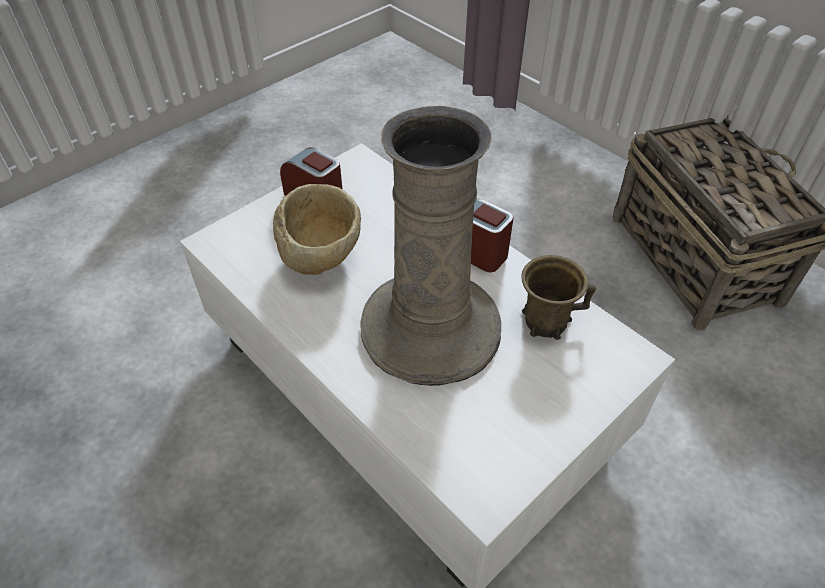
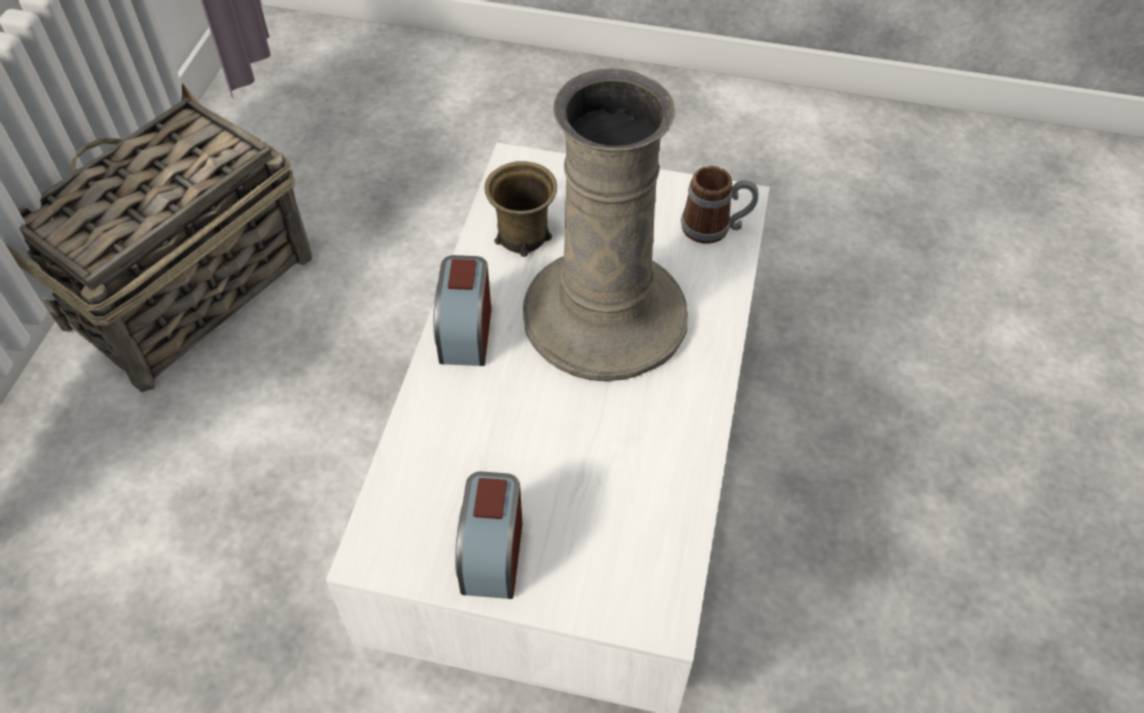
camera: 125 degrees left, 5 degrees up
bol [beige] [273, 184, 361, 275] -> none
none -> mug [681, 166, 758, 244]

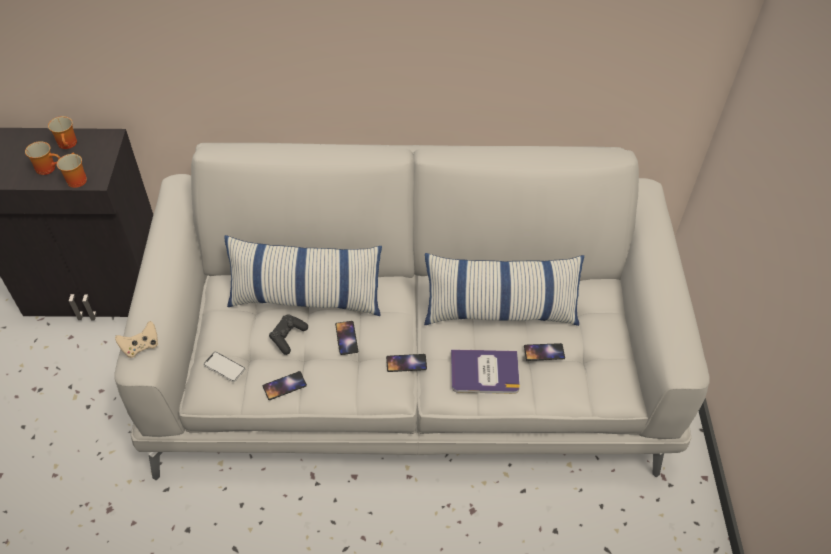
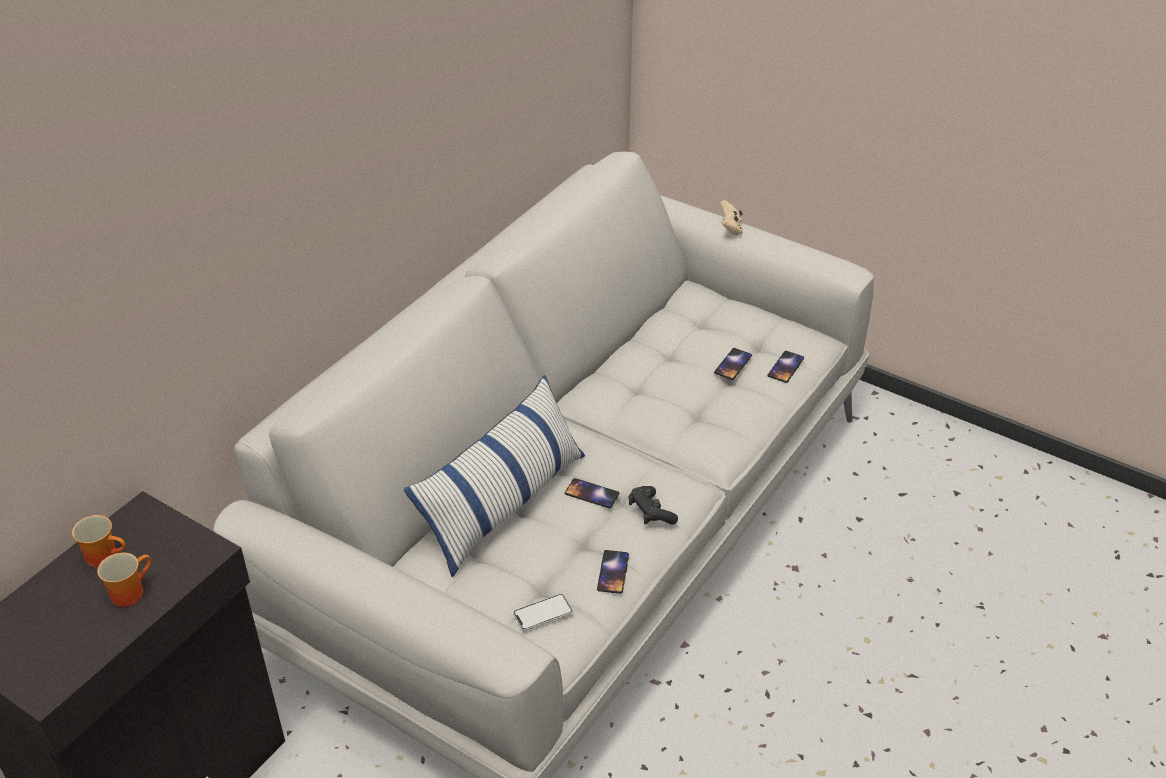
camera: 55 degrees left, 10 degrees down
mug [57, 153, 87, 188] -> none
manette [beige] [115, 321, 158, 358] -> manette [beige] [720, 200, 743, 236], relocated
manette [noir] [269, 315, 308, 355] -> manette [noir] [629, 486, 678, 525], relocated
téléphone [386, 354, 427, 372] -> téléphone [768, 351, 804, 383], relocated
coussin [424, 253, 584, 326] -> none
livre [451, 349, 520, 394] -> none

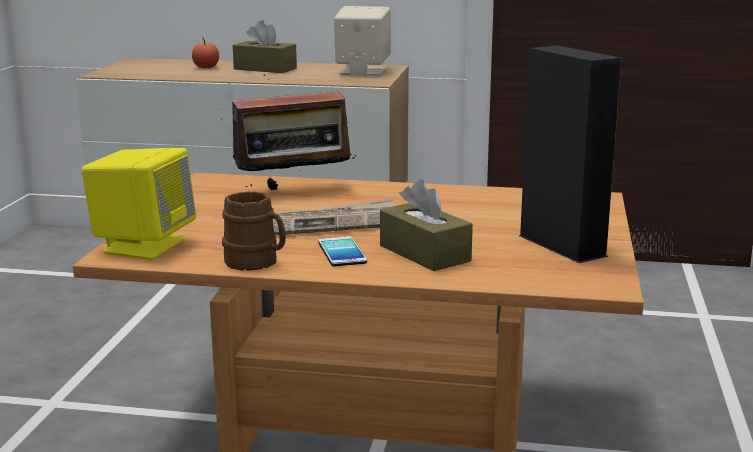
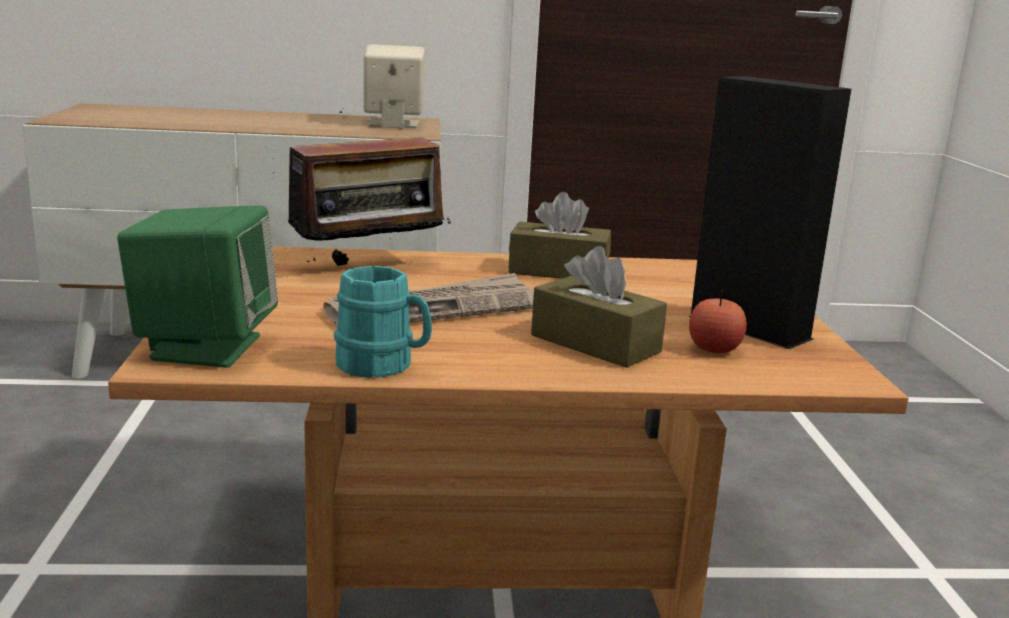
camera: 15 degrees left, 0 degrees up
enceinte [jaune] [82, 148, 196, 260] -> enceinte [vert] [117, 206, 278, 368]
pomme [192, 37, 219, 68] -> pomme [689, 290, 747, 353], relocated
mug [marron] [222, 191, 286, 271] -> mug [turquoise] [334, 266, 432, 378]
boîte à mouchoirs [marron] [233, 20, 297, 73] -> boîte à mouchoirs [marron] [508, 192, 611, 279], relocated
téléphone [318, 236, 367, 266] -> none

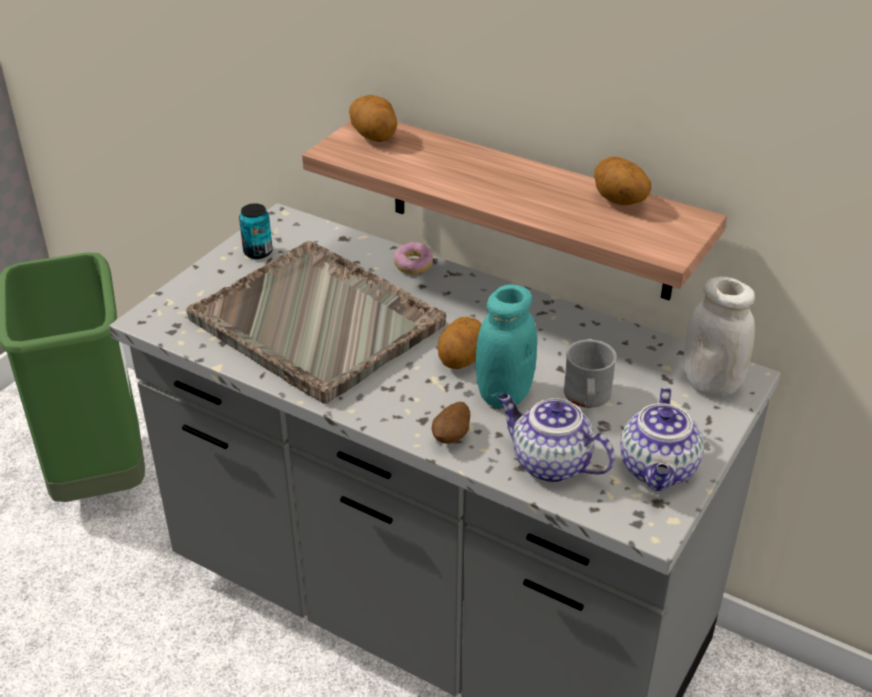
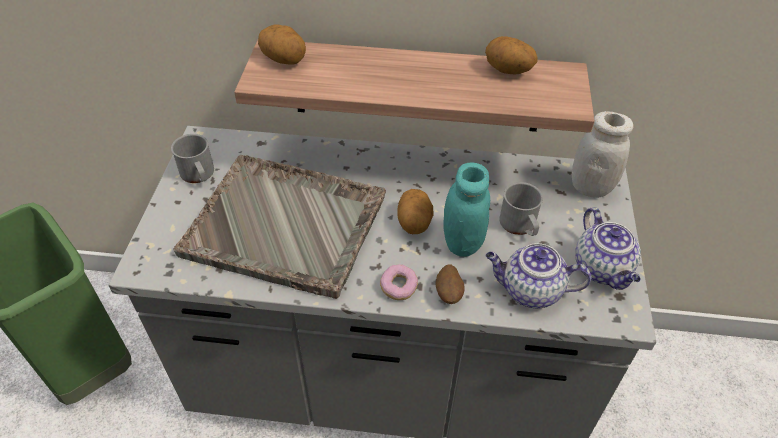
camera: 25 degrees left, 10 degrees up
boîte métallique [239, 203, 273, 259] -> mug [gris] [171, 134, 214, 183]
beignet [394, 242, 433, 274] -> beignet [380, 264, 418, 300], relocated

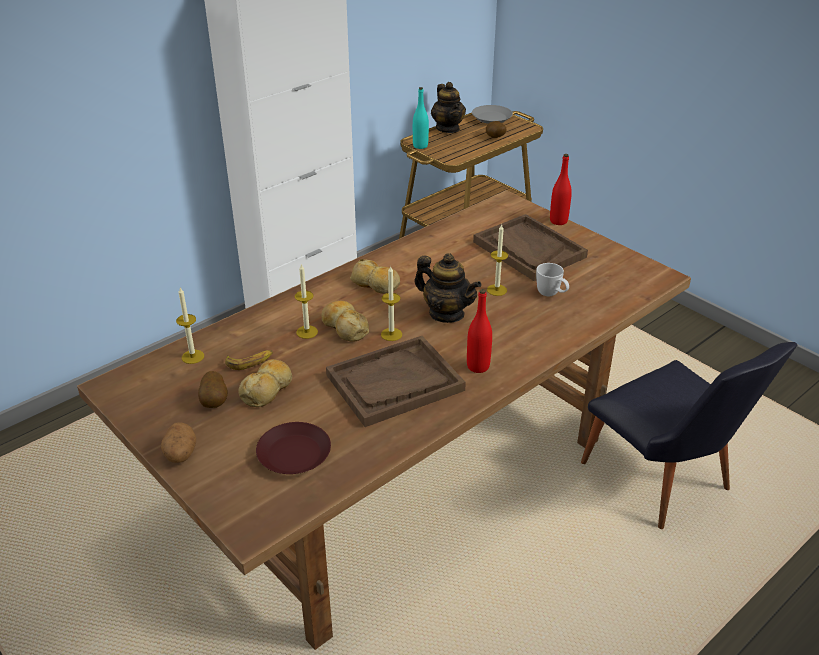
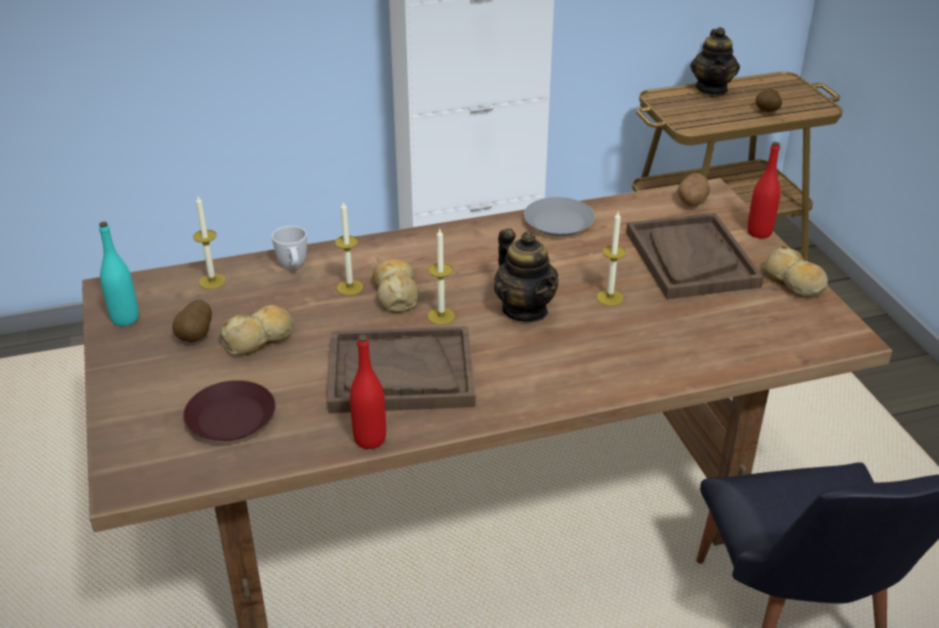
camera: 25 degrees right, 0 degrees up
pomme de terre [161, 422, 196, 463] -> pomme de terre [677, 173, 710, 206], relocated
banane [225, 350, 273, 370] -> none
pain [350, 259, 400, 294] -> pain [762, 246, 828, 298], relocated
bouteille [turquoise] [413, 87, 429, 149] -> bouteille [turquoise] [99, 222, 139, 326], relocated
bouteille [rouge] [467, 289, 492, 373] -> bouteille [rouge] [350, 335, 386, 449], relocated
assiette [gris] [472, 105, 513, 124] -> assiette [gris] [524, 197, 595, 237], relocated
mug [blanc] [536, 263, 569, 296] -> mug [blanc] [272, 226, 307, 269], relocated

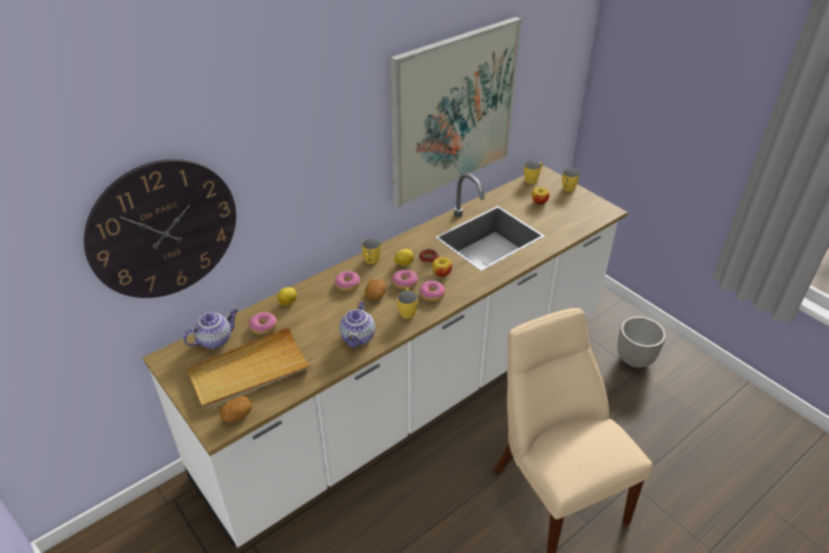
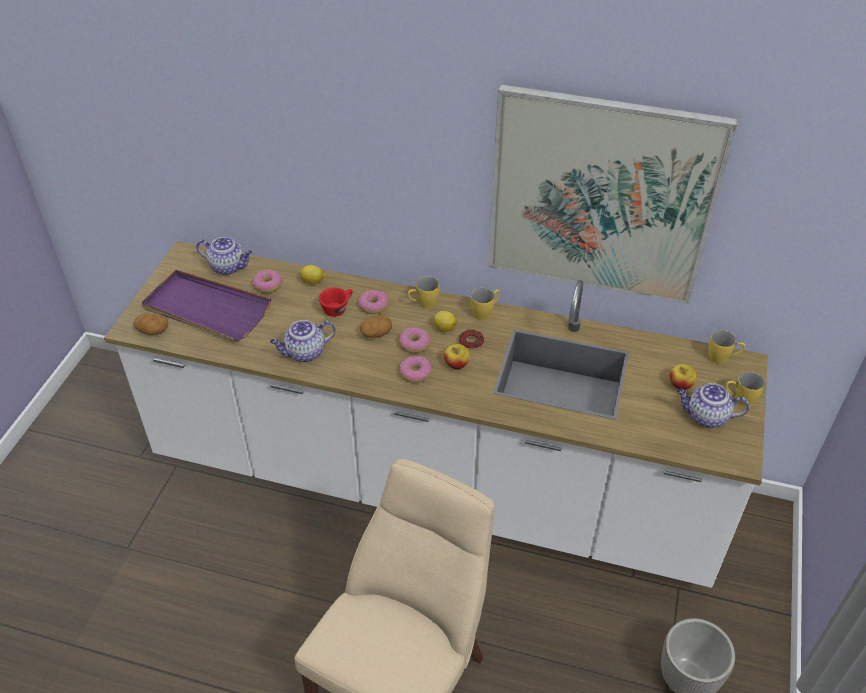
camera: 55 degrees right, 5 degrees up
horloge murale [84, 159, 236, 298] -> none
plateau [beige] [187, 327, 312, 410] -> plateau [violet] [142, 270, 271, 341]
mug [jaune] [397, 288, 418, 319] -> mug [jaune] [471, 288, 500, 320], relocated
none -> tasse [rouge] [319, 287, 352, 317]
none -> théière [677, 383, 750, 428]

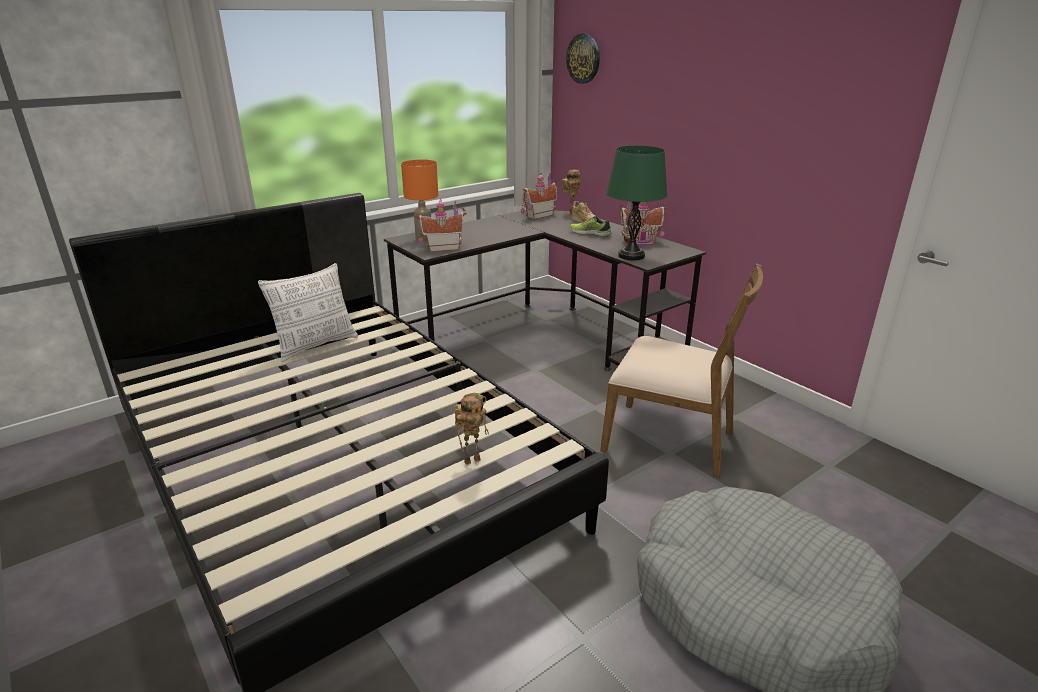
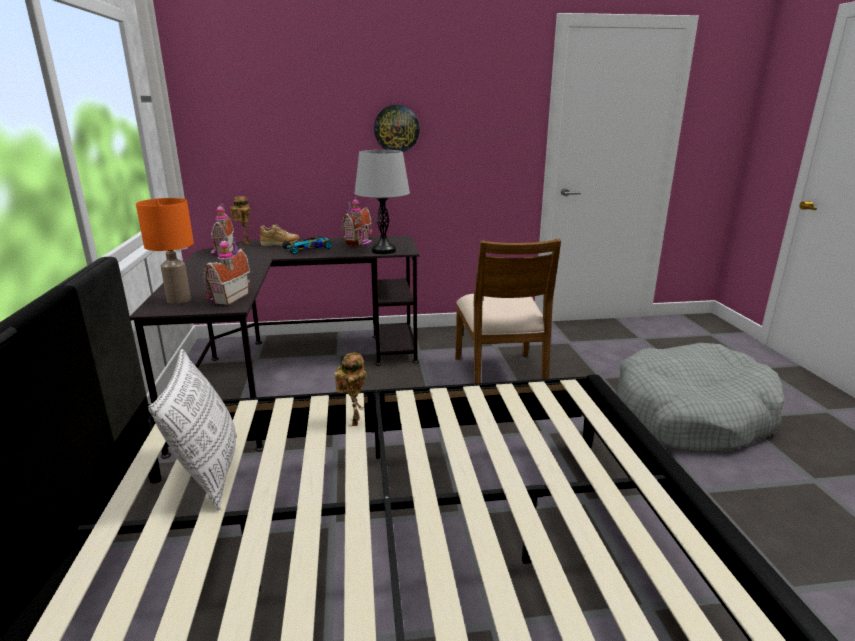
camera: 60 degrees left, 5 degrees down
robot jouet [454, 393, 489, 465] -> robot jouet [335, 352, 367, 426], relocated
horloge murale [566, 34, 600, 84] -> horloge murale [374, 105, 420, 152], relocated
chaussure [570, 216, 612, 236] -> petite voiture [282, 236, 332, 254]
chaise [marron] [600, 263, 763, 478] -> chaise [marron] [455, 239, 561, 384], 120 degrees clockwise
lampe de table [vert] [606, 145, 667, 261] -> lampe de table [gris] [354, 150, 410, 254]

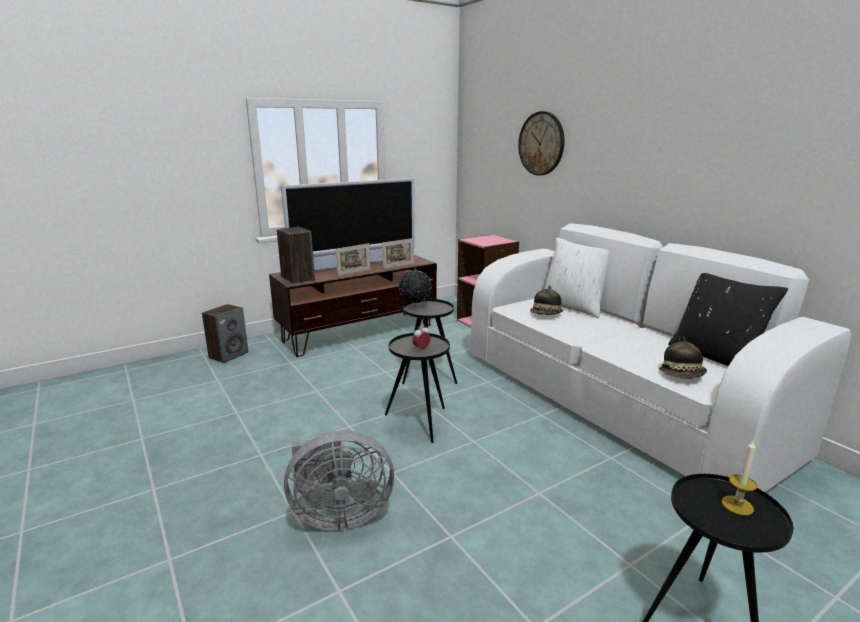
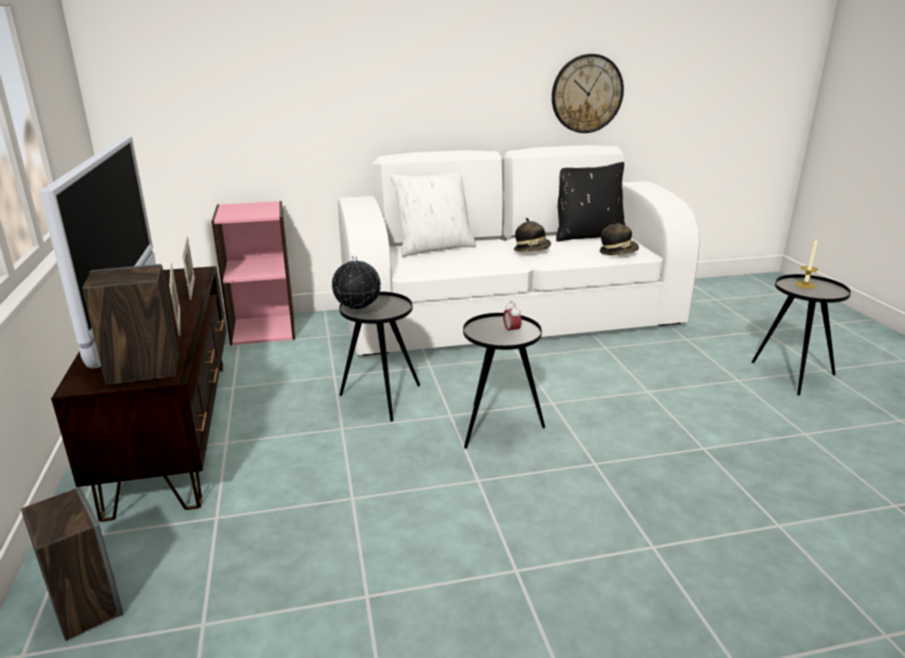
camera: 70 degrees left, 5 degrees up
ventilateur [gris] [284, 430, 394, 530] -> none
horloge murale [518, 111, 564, 176] -> horloge murale [552, 54, 624, 133], relocated
chapeau [530, 285, 563, 315] -> chapeau [514, 218, 551, 252], relocated

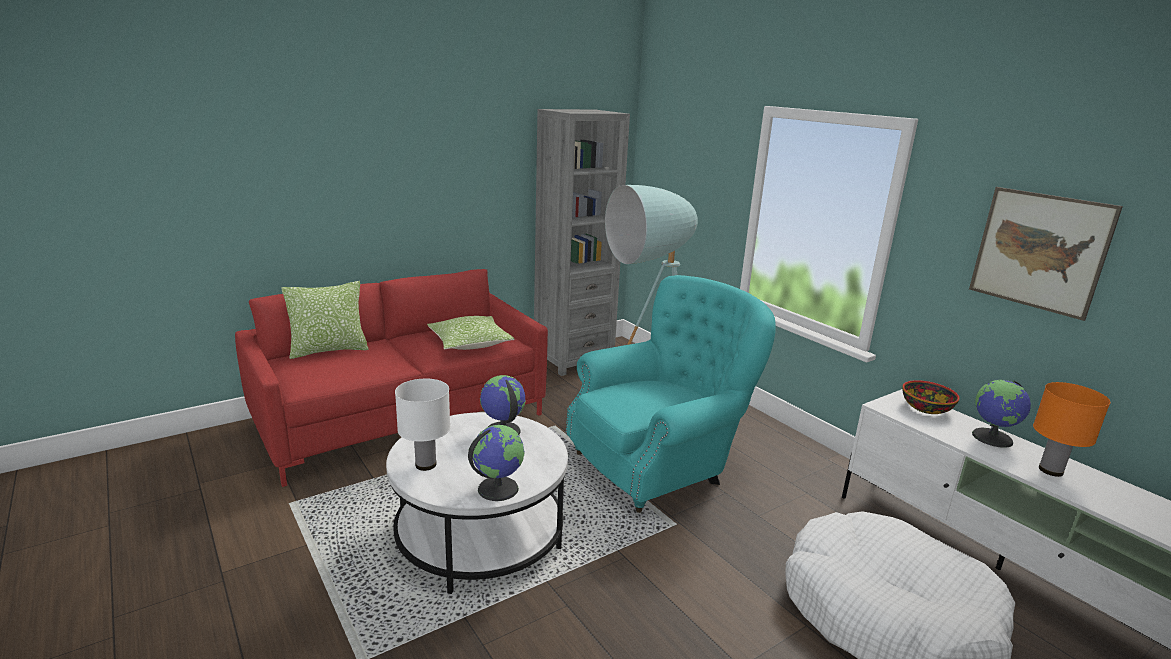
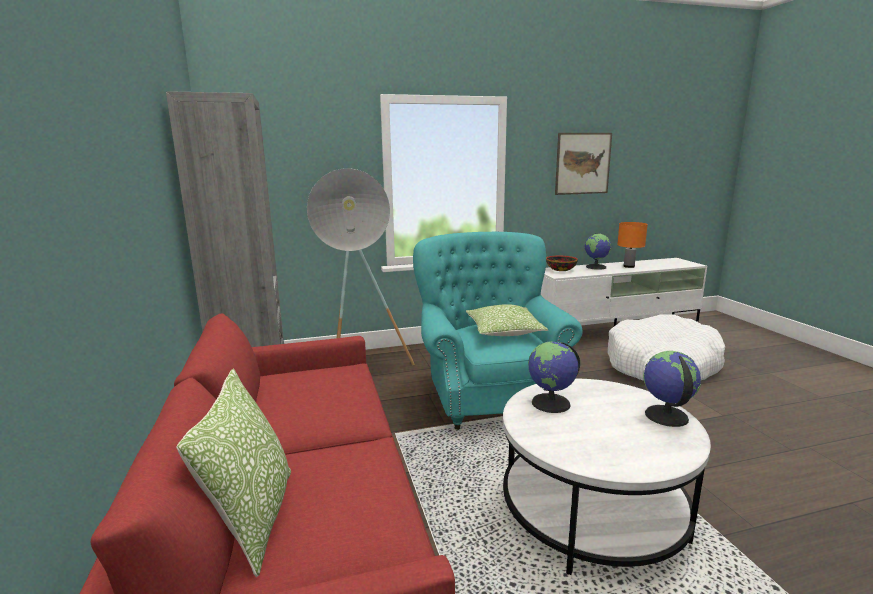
camera: 70 degrees left, 5 degrees down
lampe de table [blanc] [395, 379, 450, 471] -> none
coussin [427, 316, 514, 350] -> coussin [466, 304, 548, 336], relocated

